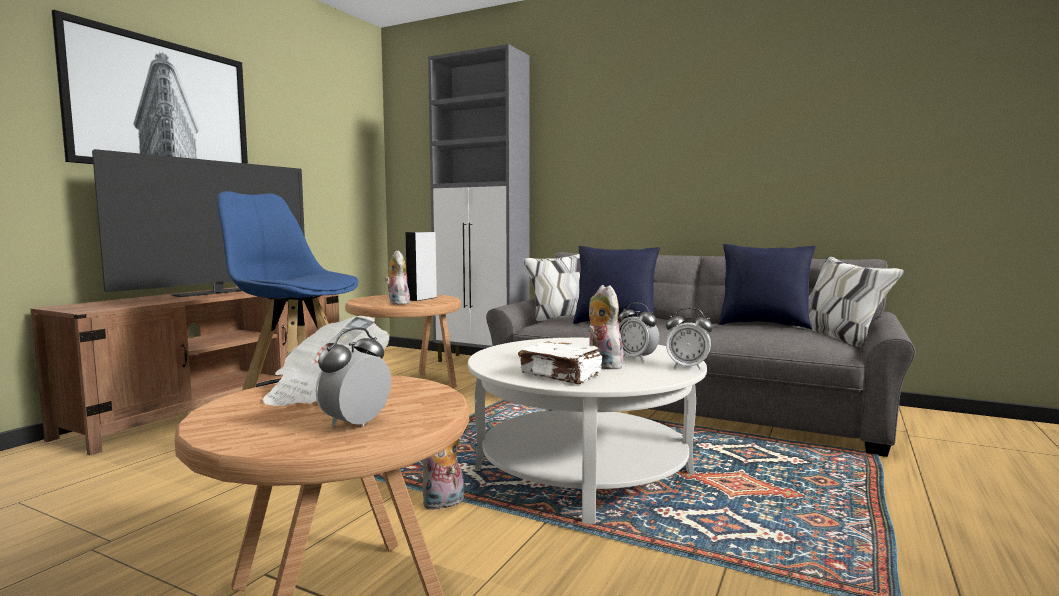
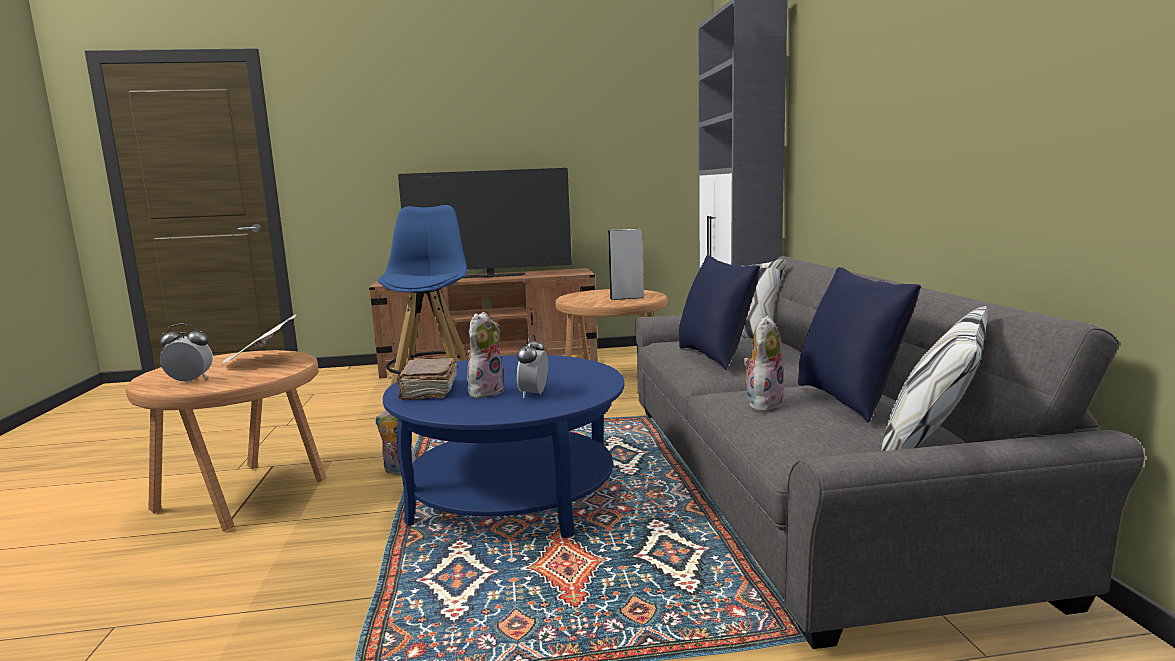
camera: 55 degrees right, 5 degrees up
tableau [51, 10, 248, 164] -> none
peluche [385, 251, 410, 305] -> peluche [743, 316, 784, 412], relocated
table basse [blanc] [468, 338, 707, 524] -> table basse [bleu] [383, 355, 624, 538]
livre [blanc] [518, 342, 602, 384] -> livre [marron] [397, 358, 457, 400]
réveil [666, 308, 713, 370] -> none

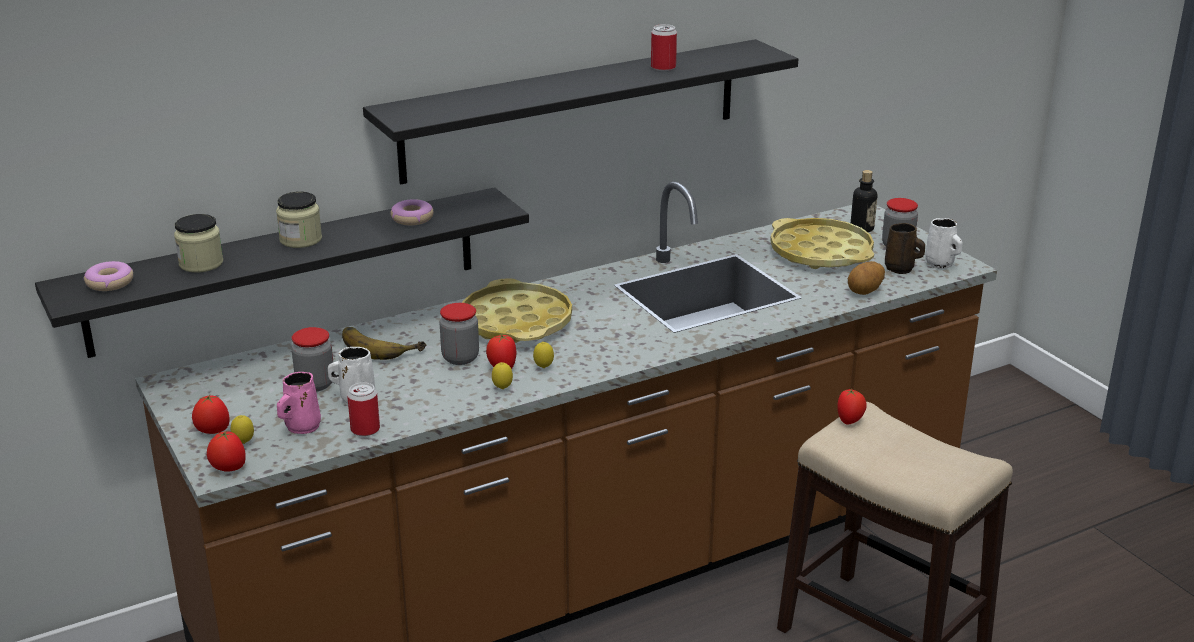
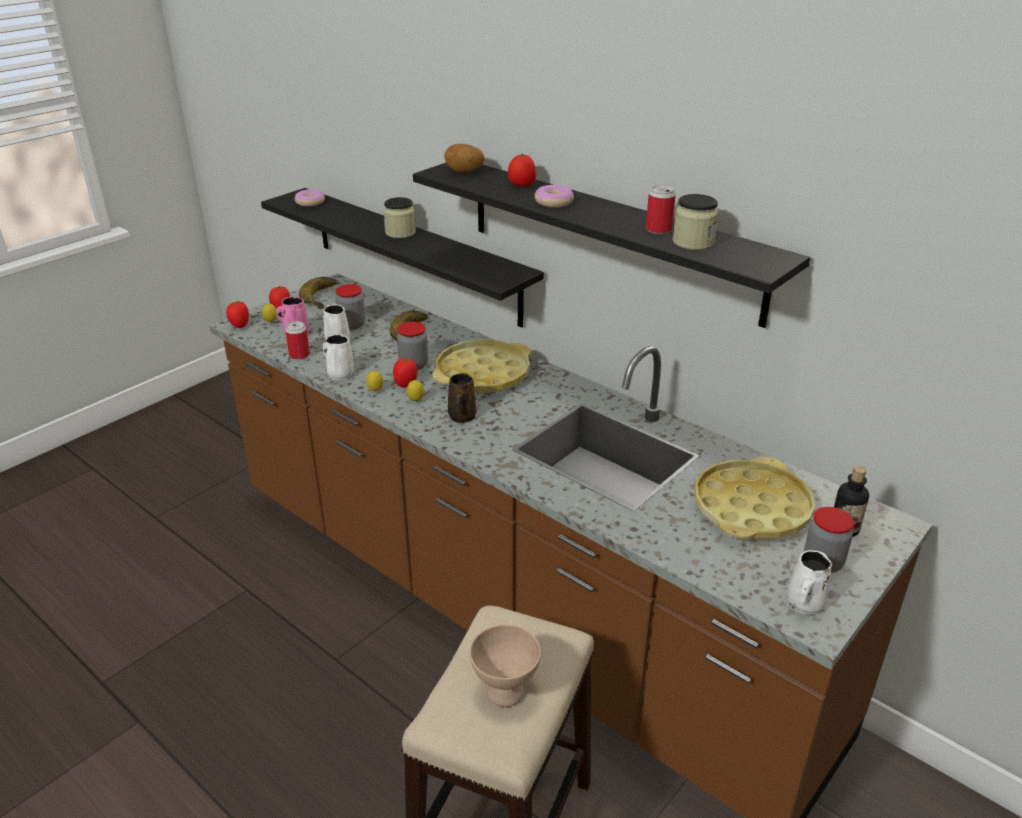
camera: 70 degrees right, 5 degrees up
bocal [174, 214, 223, 273] -> bocal [672, 194, 718, 250], relocated
beignet [390, 199, 434, 225] -> beignet [535, 185, 574, 208], relocated
tomate [837, 388, 867, 424] -> tomate [508, 154, 536, 186], relocated
pomme de terre [848, 261, 885, 295] -> pomme de terre [444, 144, 485, 173], relocated
mug [marron] [885, 223, 925, 274] -> mug [marron] [448, 373, 476, 423], relocated
none -> banane [299, 277, 337, 309]
none -> mug [blanc] [323, 334, 354, 380]
none -> bol [beige] [470, 625, 541, 707]

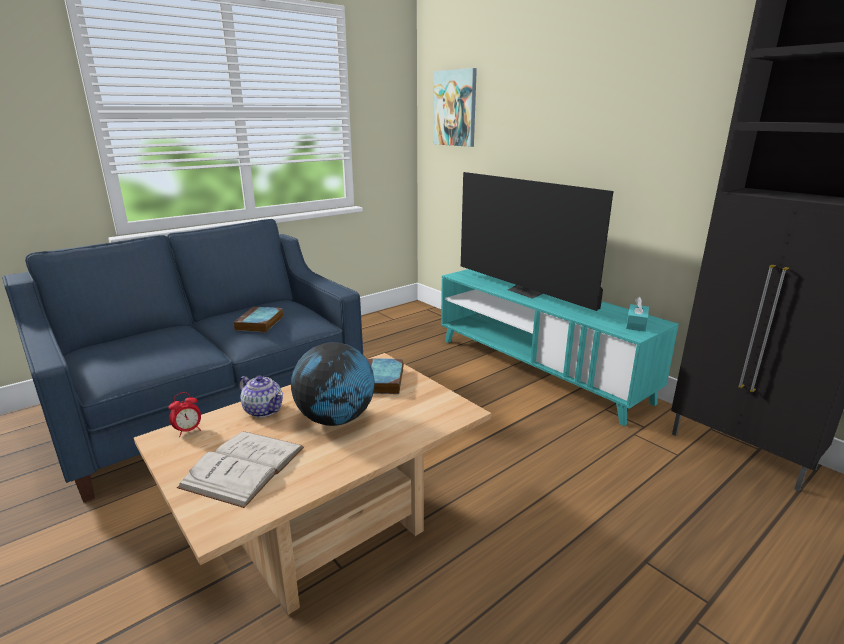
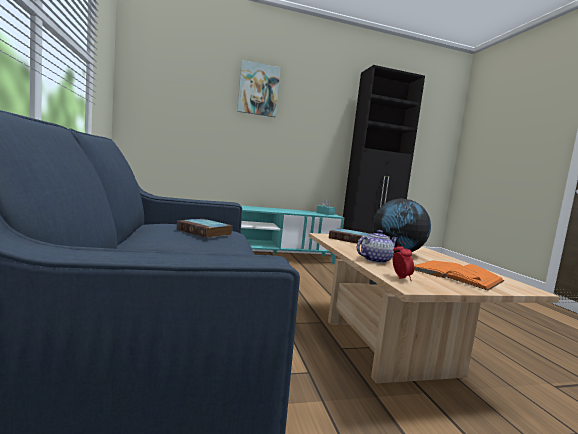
camera: 65 degrees left, 15 degrees down
livre [blanc] [177, 431, 304, 508] -> livre [orange] [414, 260, 504, 290]
tableau [433, 68, 477, 147] -> tableau [237, 60, 281, 117], relocated
téléviseur [461, 172, 613, 311] -> none

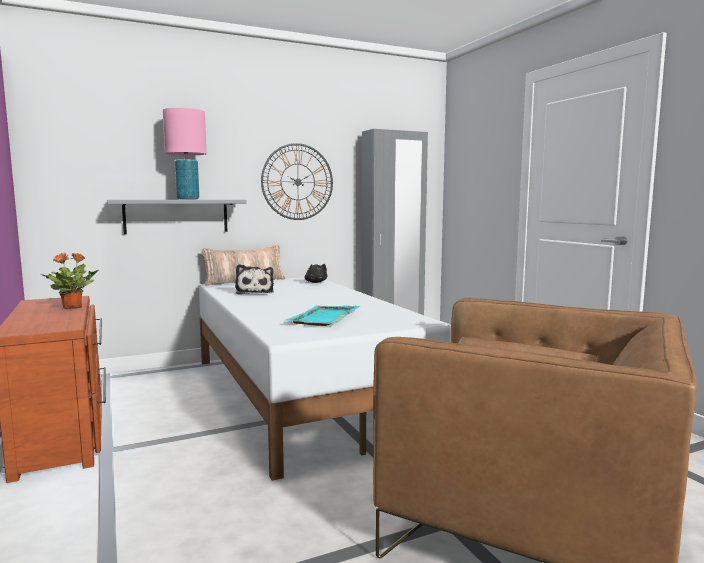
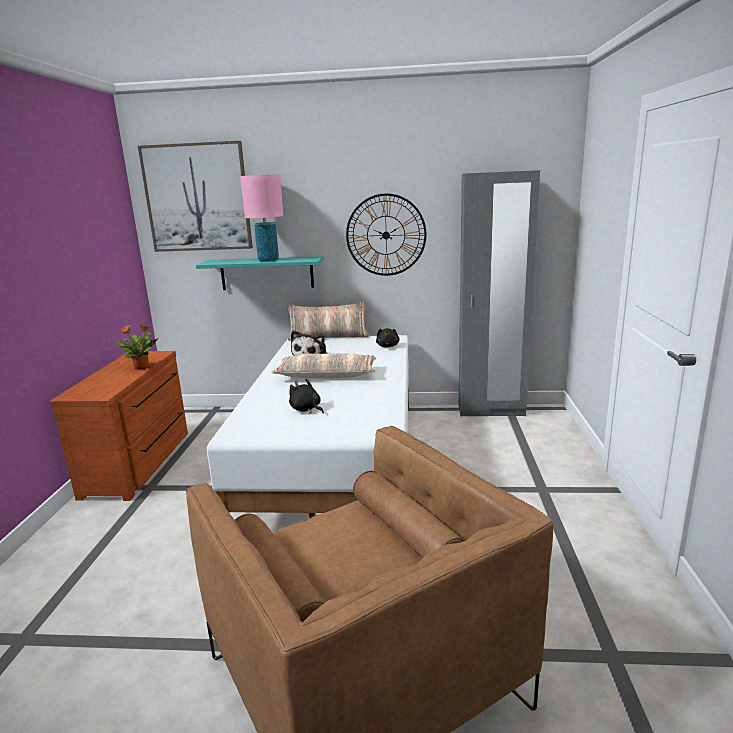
camera: 30 degrees right, 10 degrees up
étagère [gris] [107, 200, 247, 234] -> étagère [turquoise] [196, 256, 324, 290]
plateau [turquoise] [284, 305, 360, 326] -> peluche [noir] [289, 379, 324, 414]
none -> tableau [138, 141, 253, 252]
none -> coussin [272, 353, 376, 378]

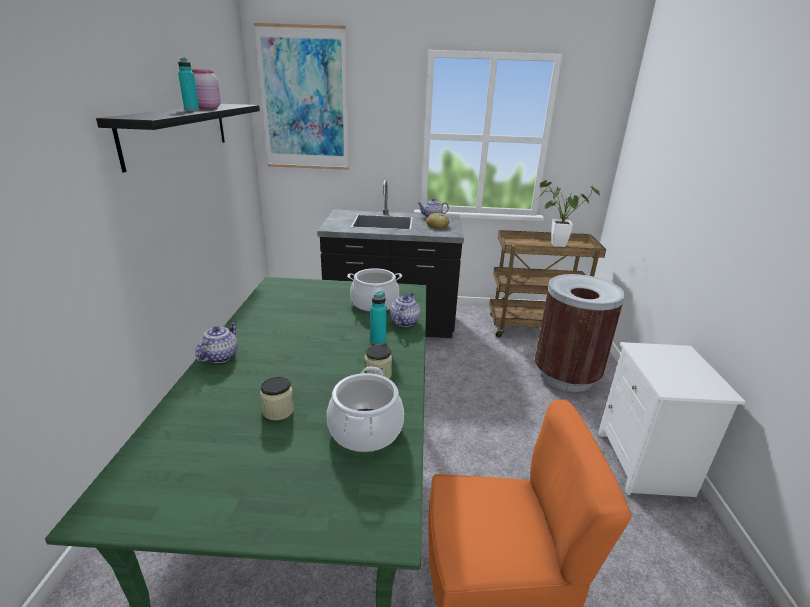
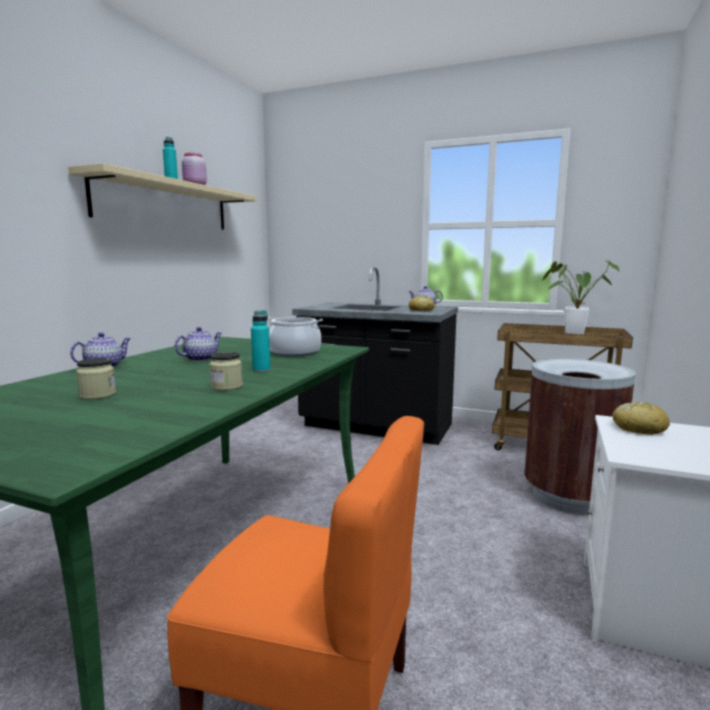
camera: 20 degrees right, 15 degrees down
étagère [noir] [96, 104, 260, 173] -> étagère [beige] [68, 163, 256, 230]
tableau [254, 23, 349, 170] -> none
marmite [327, 367, 404, 452] -> none
théière [390, 293, 420, 327] -> théière [174, 327, 222, 361], relocated
none -> pain [612, 402, 670, 435]

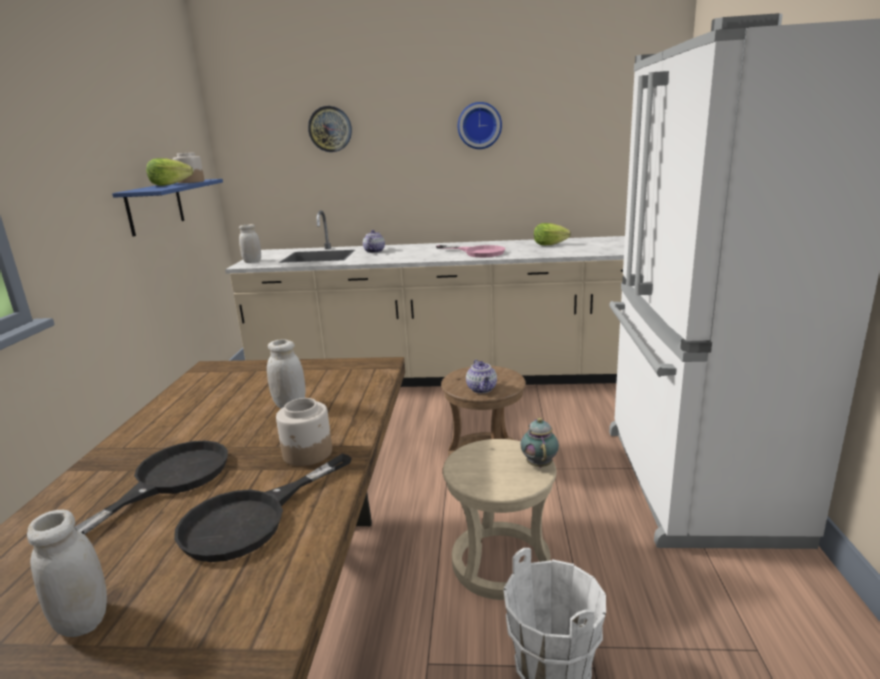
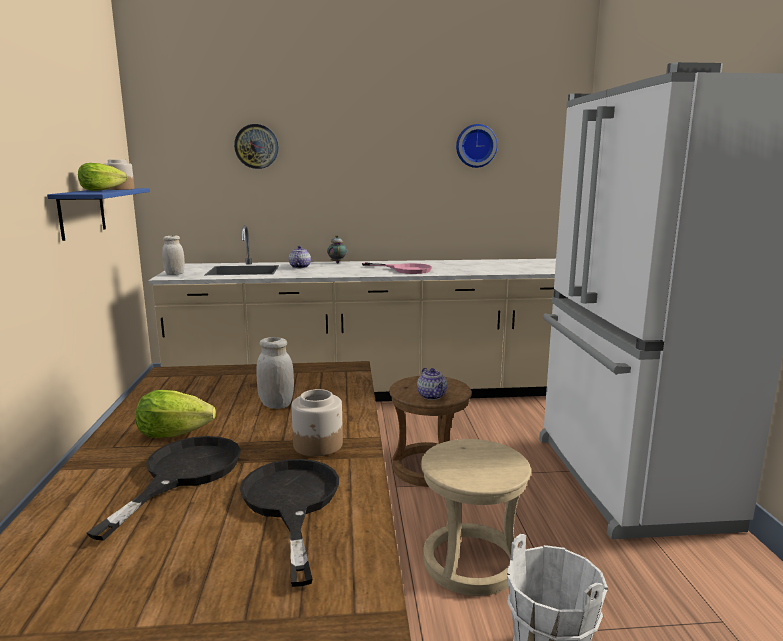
camera: 10 degrees left, 5 degrees down
bocal [blanc] [27, 510, 107, 637] -> none
poêle [noir] [174, 454, 352, 562] -> poêle [noir] [240, 459, 339, 587], 135 degrees clockwise
horloge murale [458, 102, 502, 149] -> horloge murale [456, 124, 498, 168], relocated
théière [521, 418, 559, 468] -> théière [327, 235, 347, 264], relocated
laitue [534, 223, 571, 245] -> laitue [136, 390, 216, 438], relocated

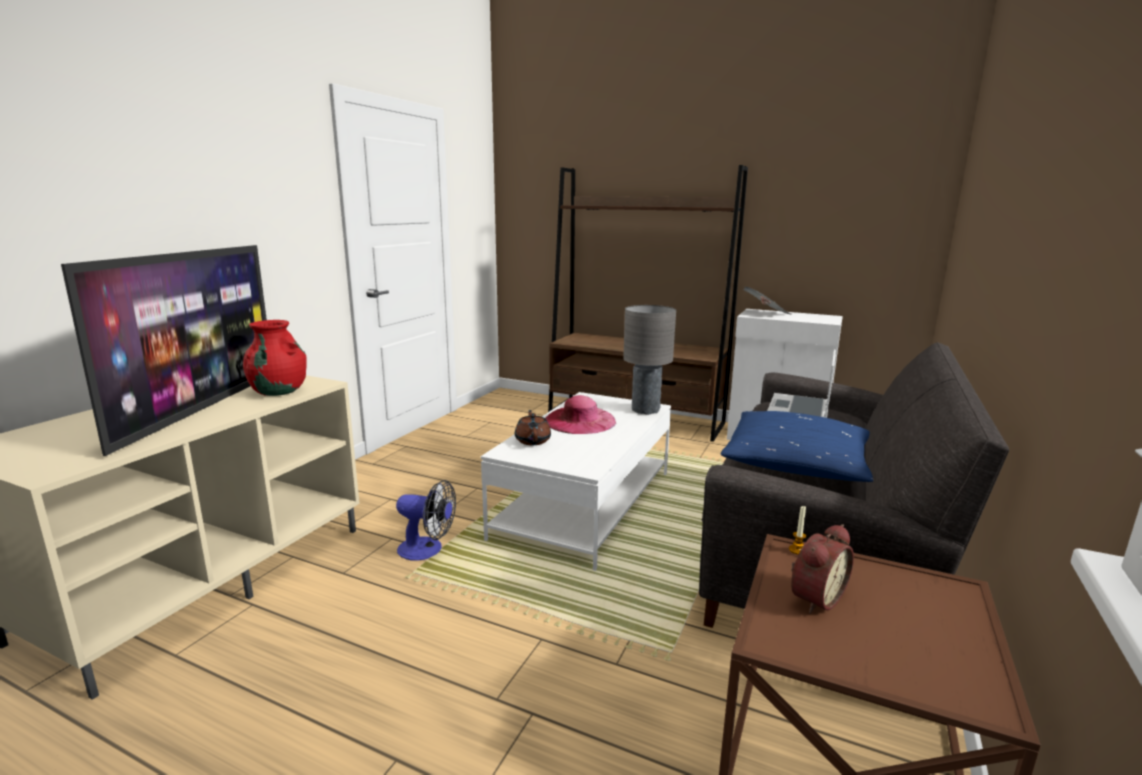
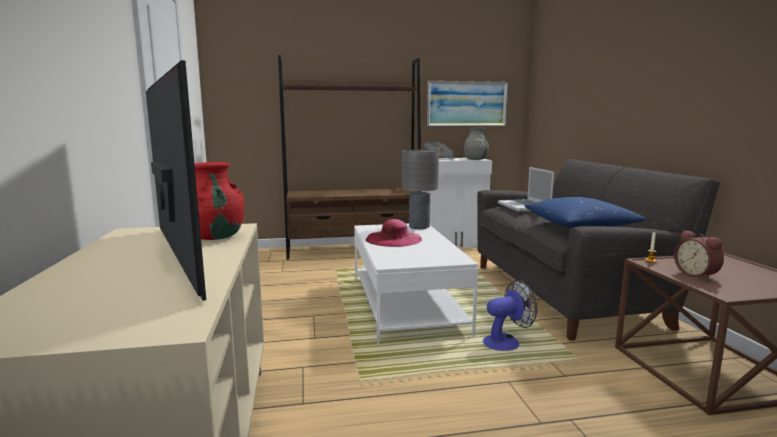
camera: 35 degrees left, 5 degrees down
ventilateur [396, 480, 456, 561] -> ventilateur [483, 280, 537, 351], relocated
théière [marron] [515, 410, 551, 445] -> none
réveil [791, 524, 854, 614] -> réveil [674, 230, 724, 281], 150 degrees clockwise
none -> tableau [427, 81, 508, 126]
none -> vase [gris] [464, 128, 489, 160]

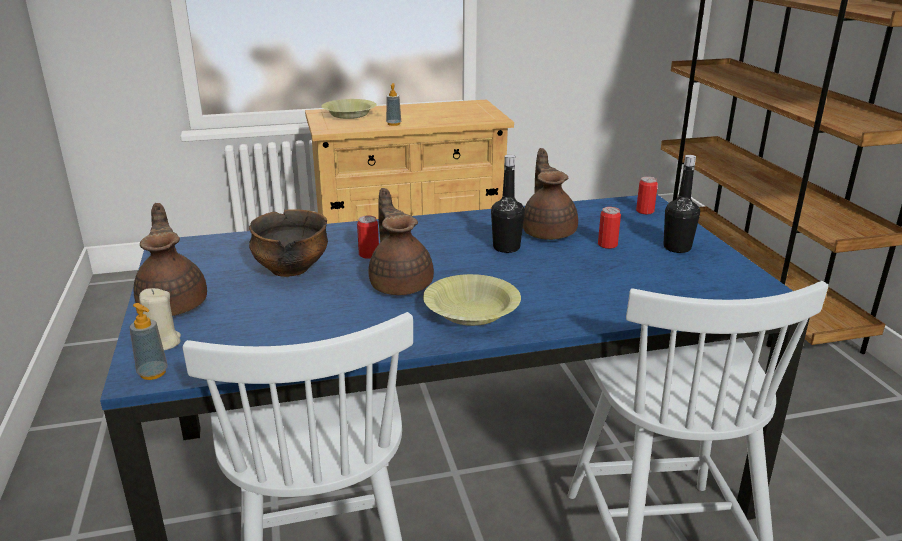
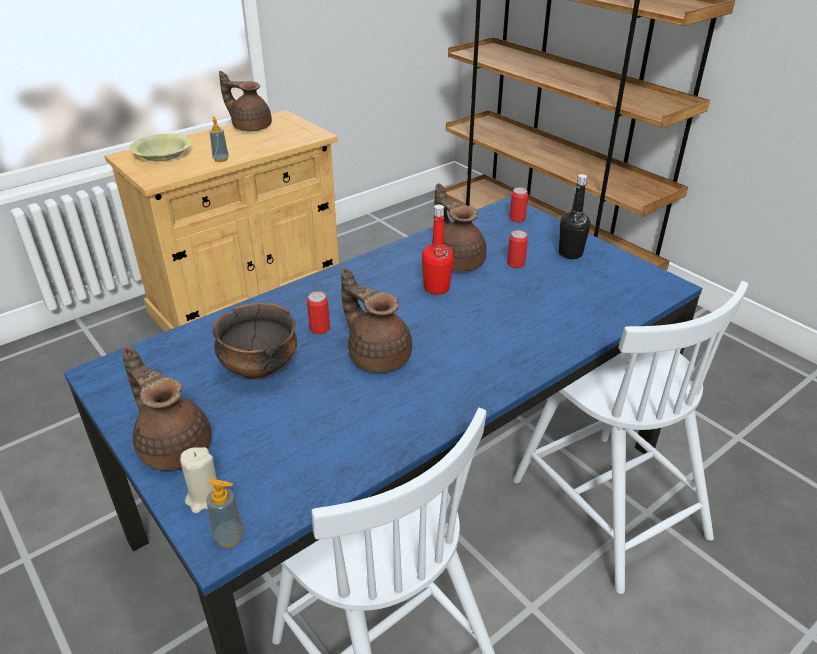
camera: 25 degrees left, 10 degrees up
bol [jaune] [423, 274, 521, 326] -> none
bouteille [noir] [491, 155, 525, 253] -> bouteille [rouge] [422, 205, 454, 295]
none -> théière [marron] [219, 71, 272, 132]

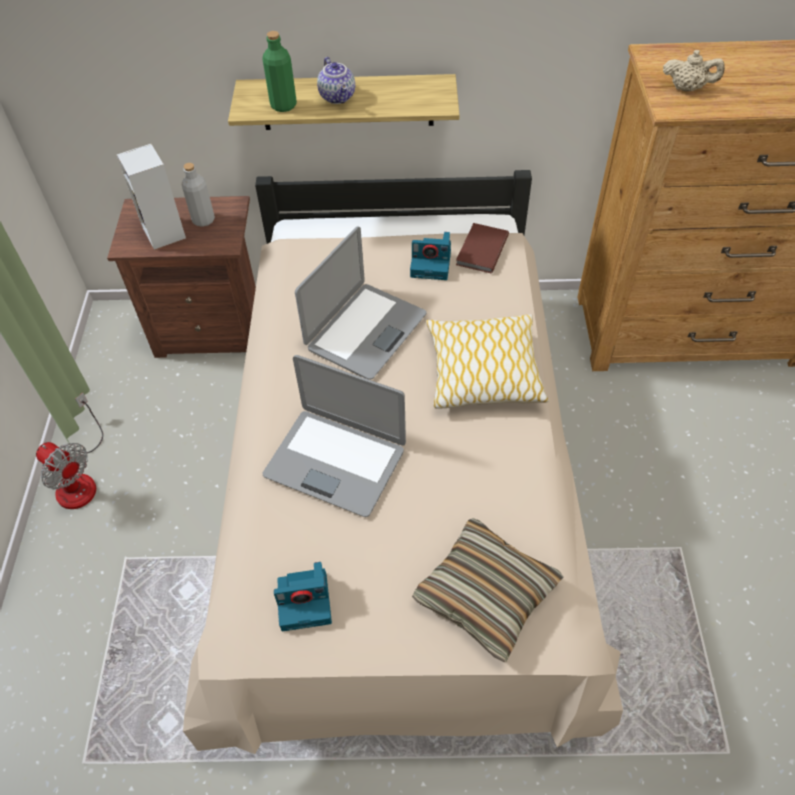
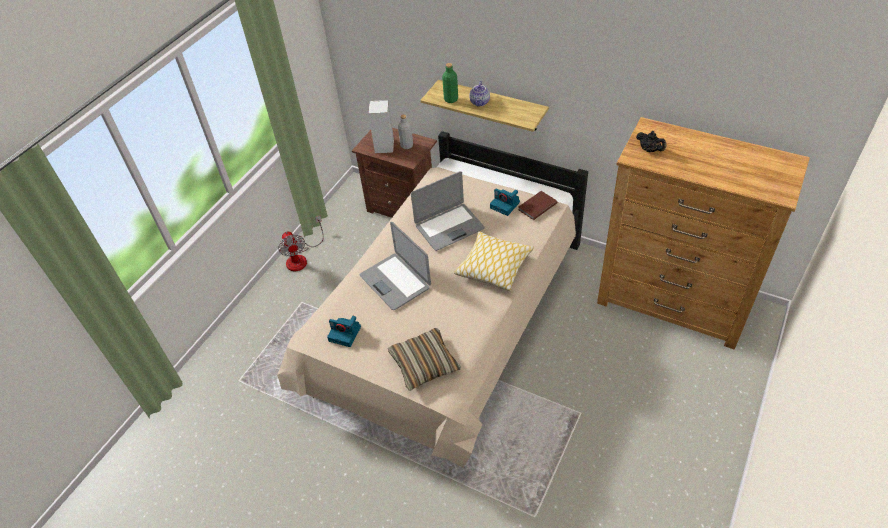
camera: 30 degrees right, 5 degrees down
théière [beige] [663, 50, 725, 91] -> théière [noir] [636, 131, 666, 152]

